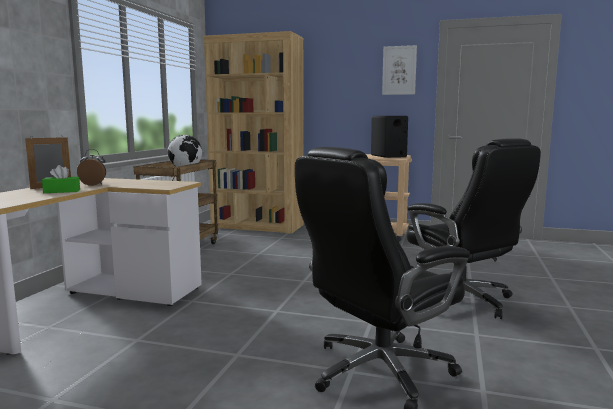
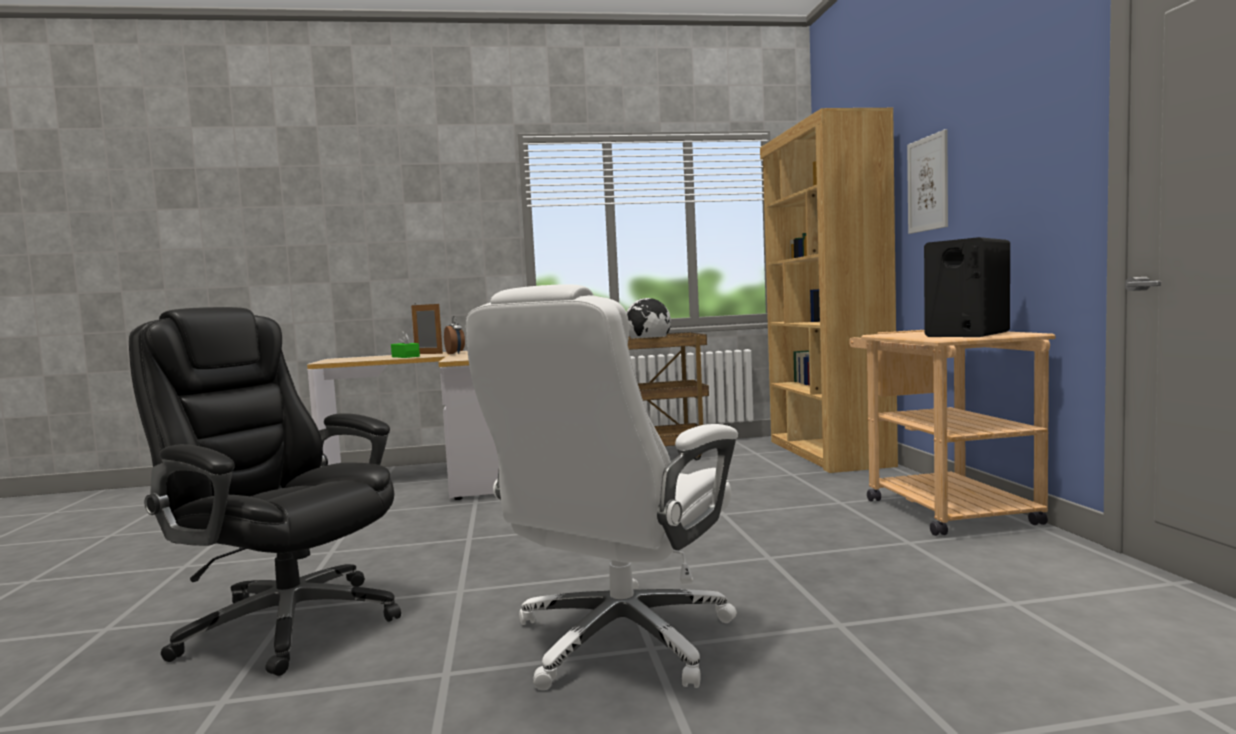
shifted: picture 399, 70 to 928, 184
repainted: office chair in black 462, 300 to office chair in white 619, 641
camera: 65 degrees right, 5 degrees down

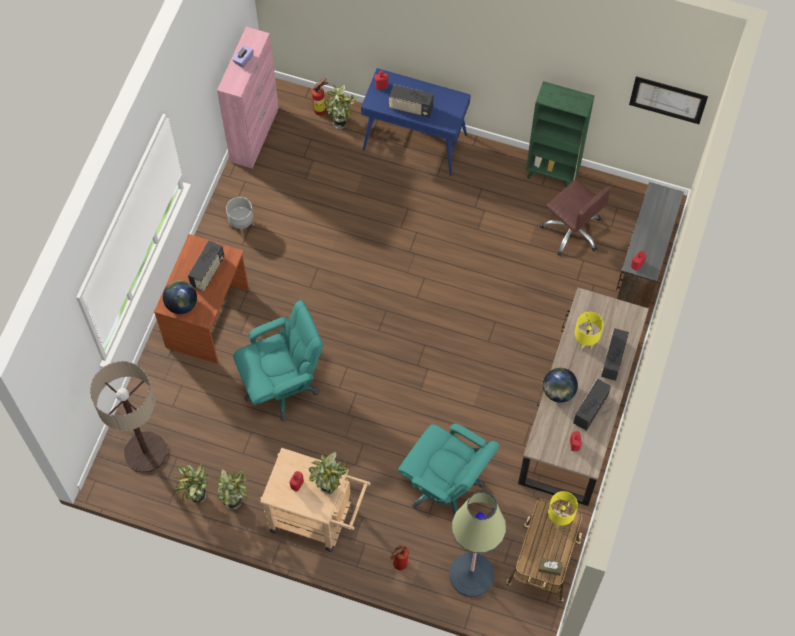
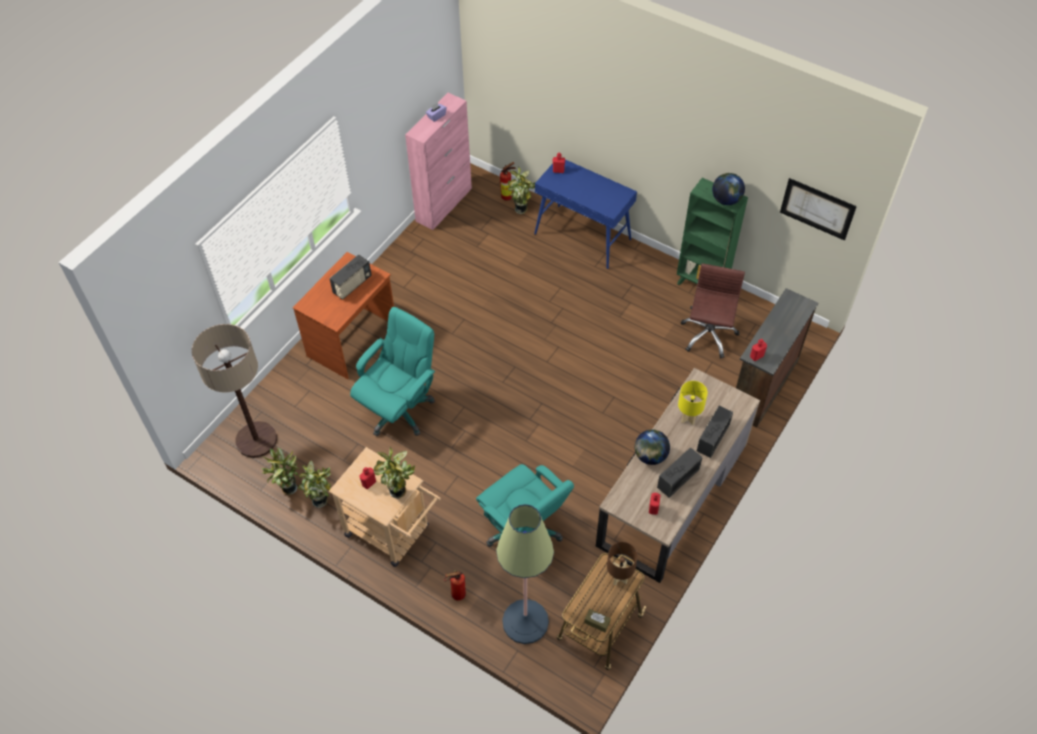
gone: planter in grey 242, 225; radio 411, 108
shifted: globe 182, 304 to 726, 200
repainted: table lamp in yellow 558, 520 to table lamp in brown 618, 578
rotated: office chair in turquoise 282, 385 = 399, 409 45 degrees counterclockwise; office chair in brown 572, 230 = 708, 335 135 degrees counterclockwise
camera: 15 degrees right, 10 degrees down

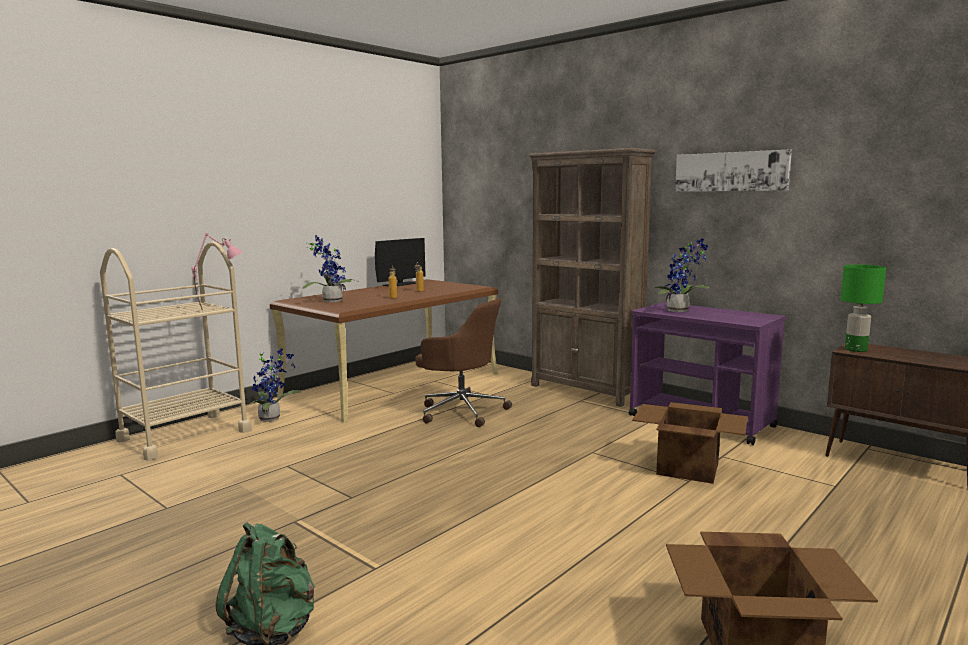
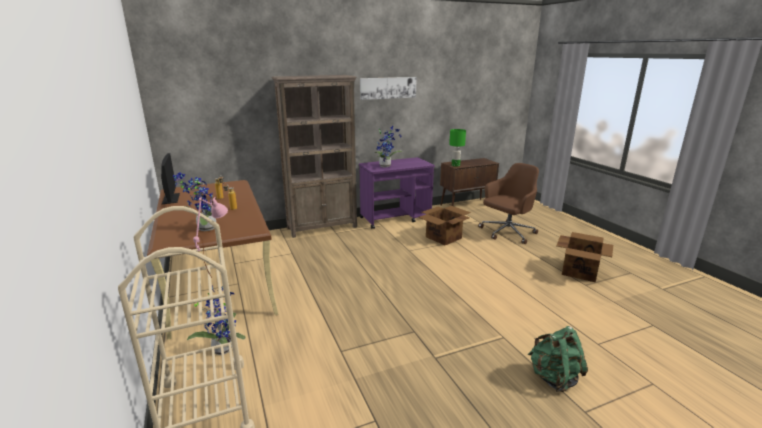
shifted: office chair in brown 461, 411 to 507, 233
camera: 65 degrees left, 10 degrees up

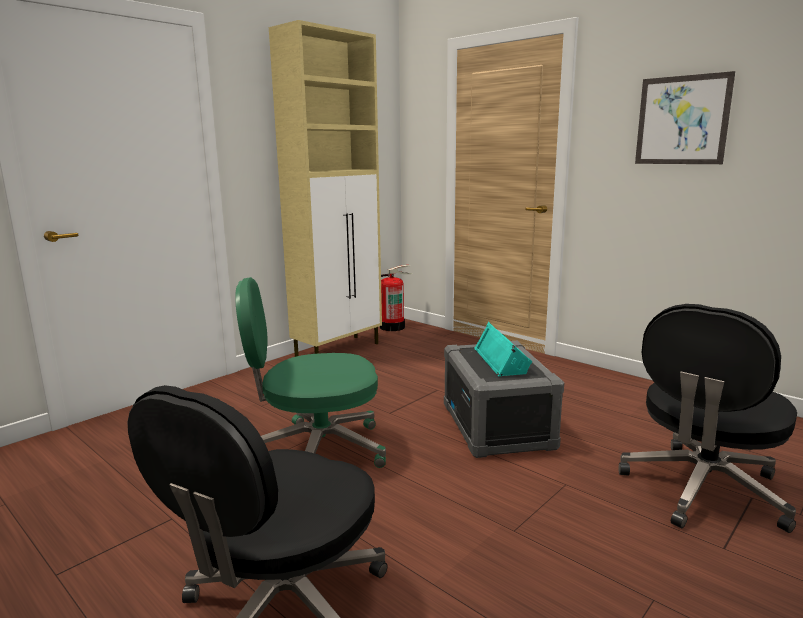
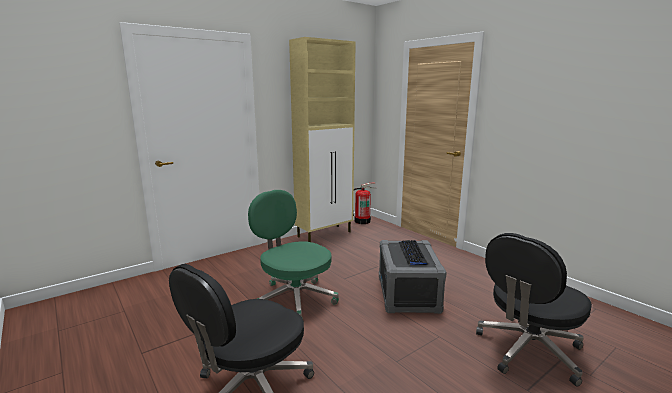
gone: picture 682, 120
swapped: speaker in turquoise 502, 360 to keyboard 412, 253
rotated: office chair in green 316, 451 = 294, 298 45 degrees clockwise
camera: 10 degrees right, 0 degrees up

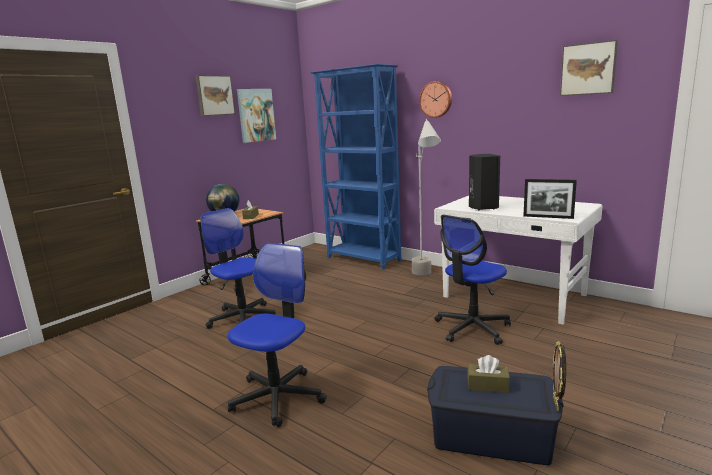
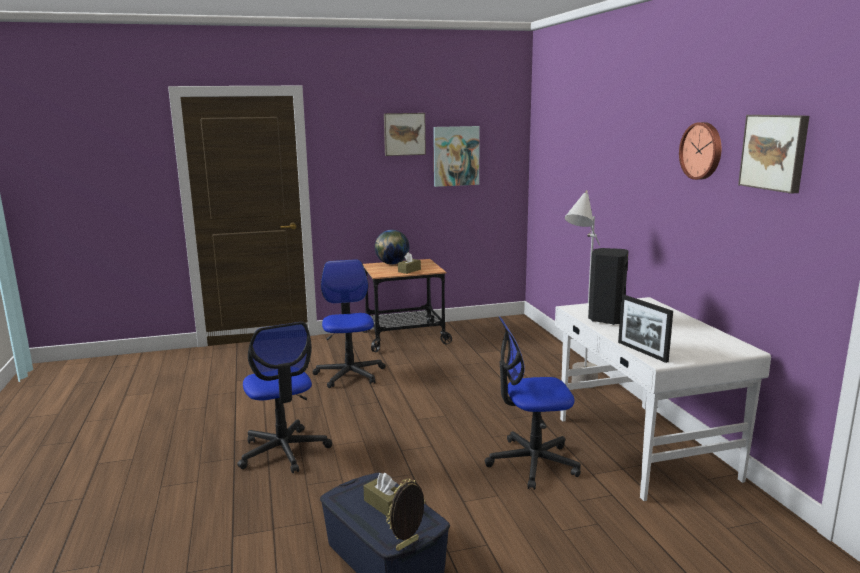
gone: bookcase in blue 363, 259
shifted: wall clock 436, 99 to 702, 151
rotated: office chair 277, 397 = 283, 451 90 degrees clockwise
camera: 35 degrees right, 0 degrees up

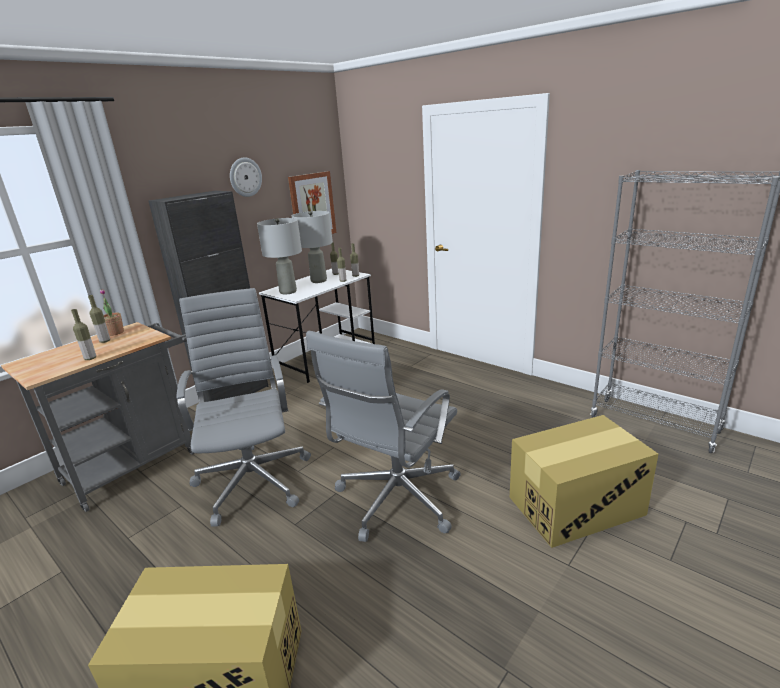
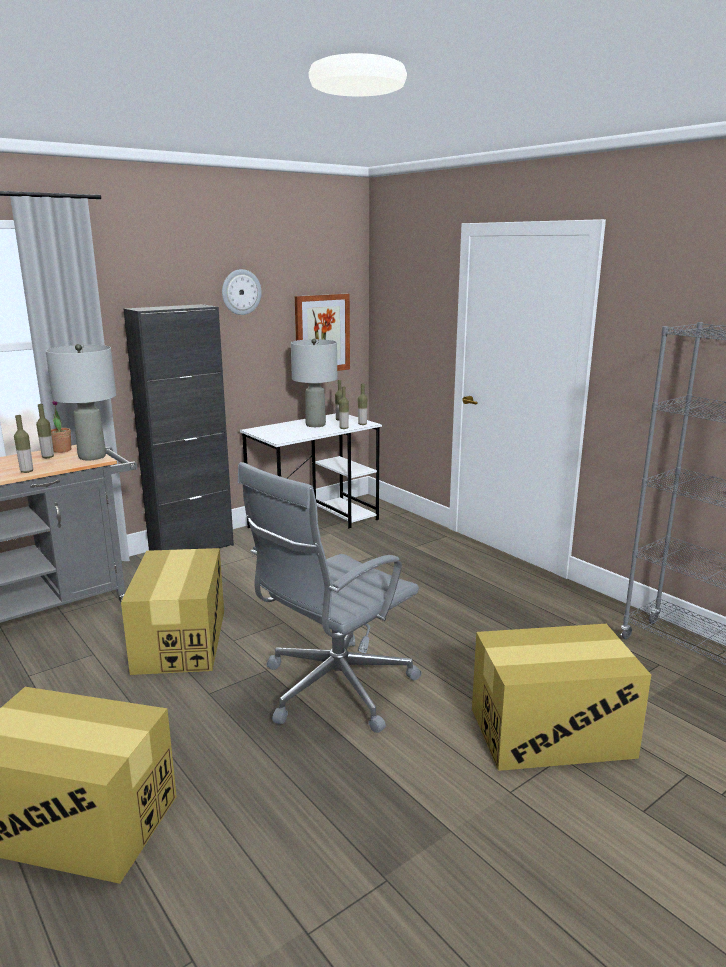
shifted: table lamp in grey 288, 291 to 92, 456
swapped: office chair in grey 253, 479 to cardboard box 180, 640
camera: 10 degrees right, 5 degrees down

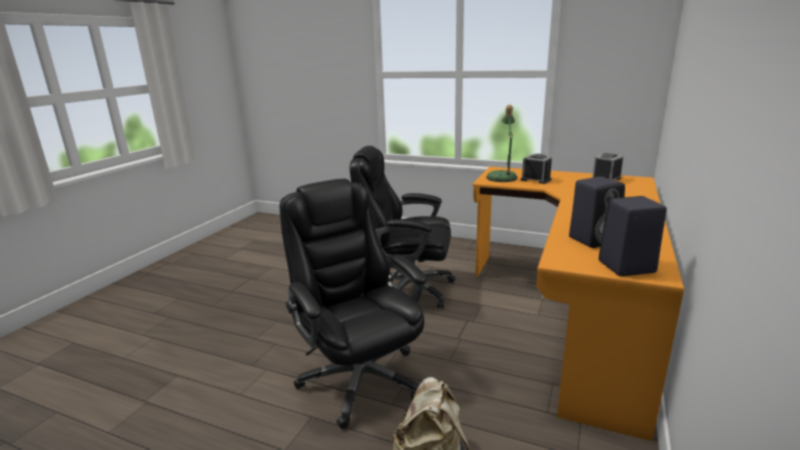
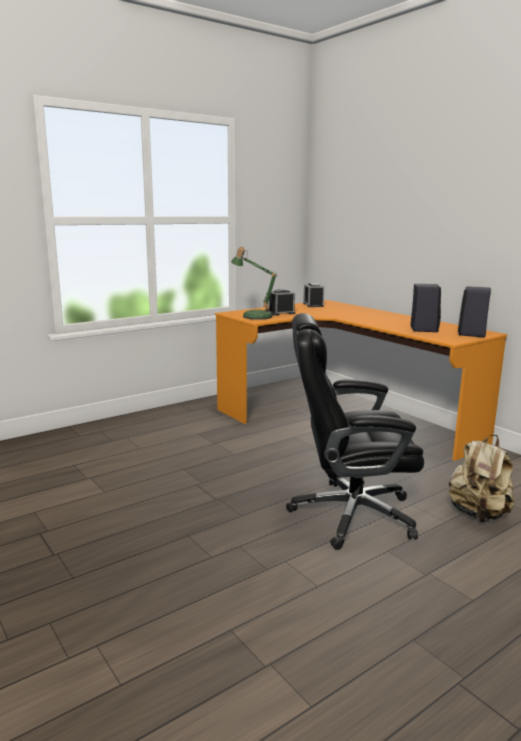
gone: office chair in black 407, 289
camera: 60 degrees left, 5 degrees down

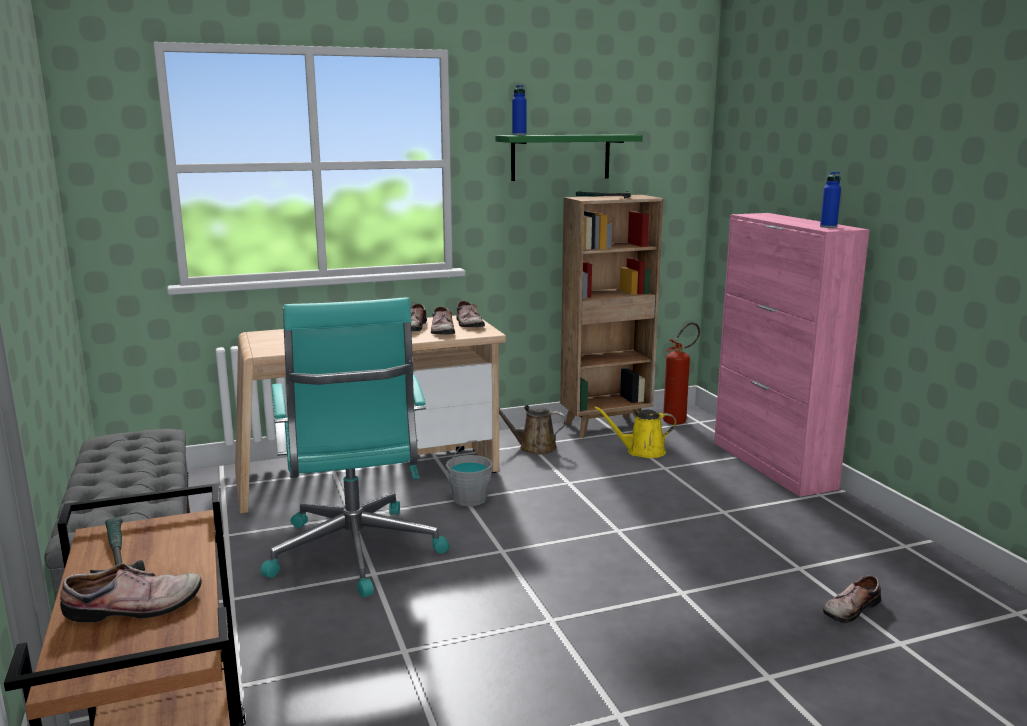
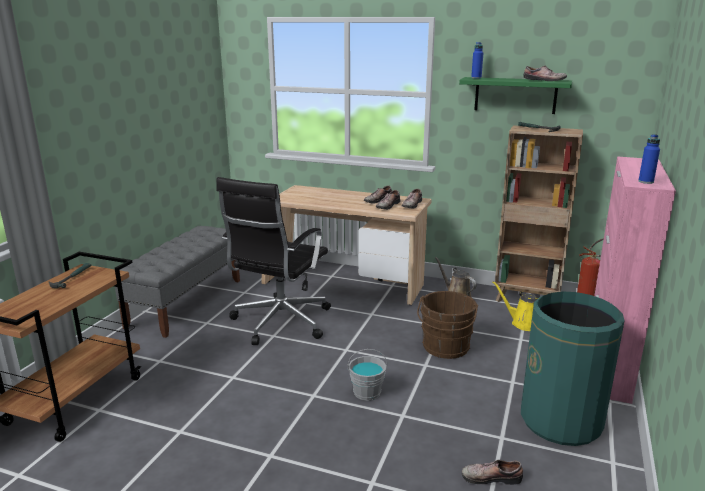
new: bucket in brown 445, 348; trash can in green 561, 421
shifted: shoe 134, 608 to 544, 80; bucket in grey 469, 499 to 367, 392
repainted: office chair in turquoise 355, 554 to office chair in black 279, 323
camera: 40 degrees right, 5 degrees up

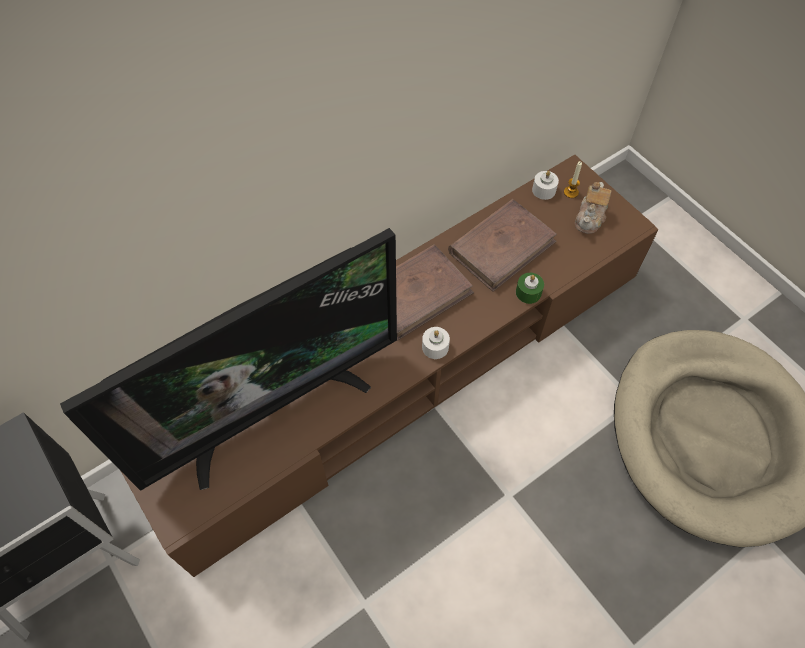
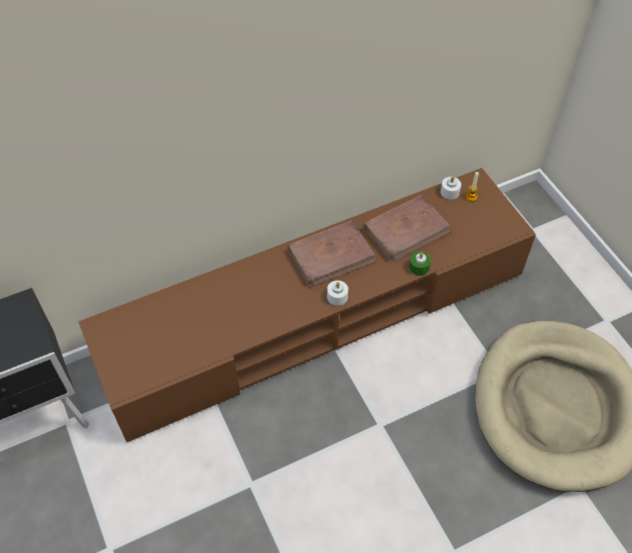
gone: television 272, 409; teapot 590, 217
camera: 10 degrees right, 5 degrees down

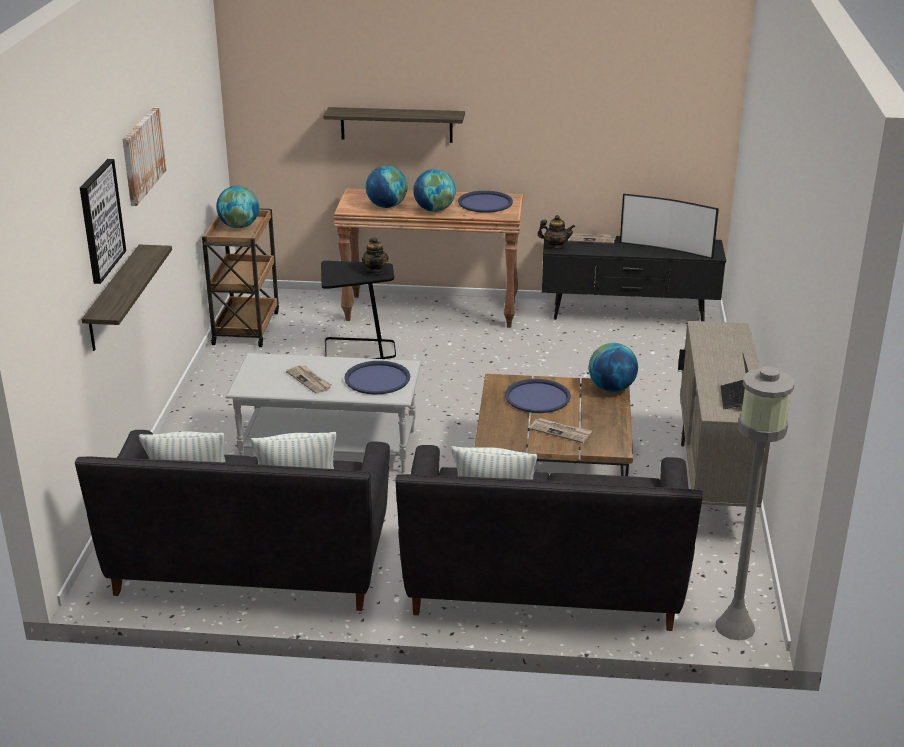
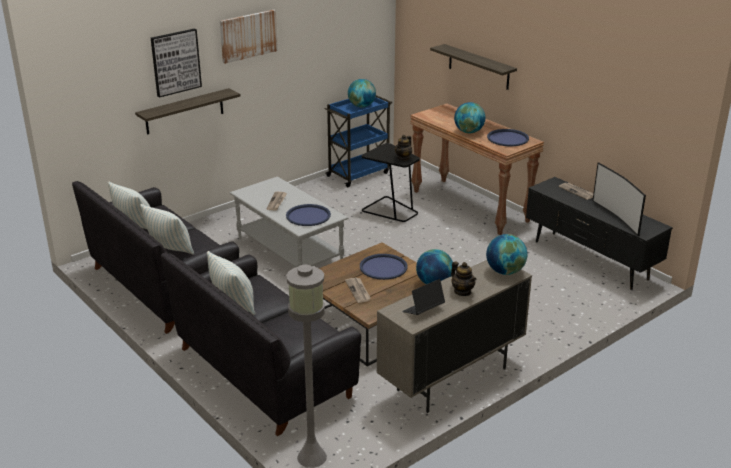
shifted: globe 386, 206 to 505, 271; teapot 555, 246 to 462, 292
repainted: cart in brown 246, 327 to cart in blue 358, 174
camera: 45 degrees right, 0 degrees up

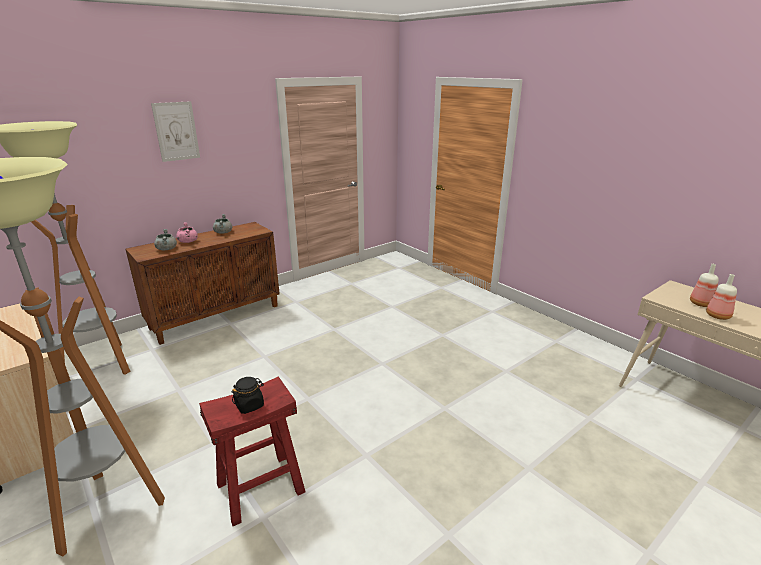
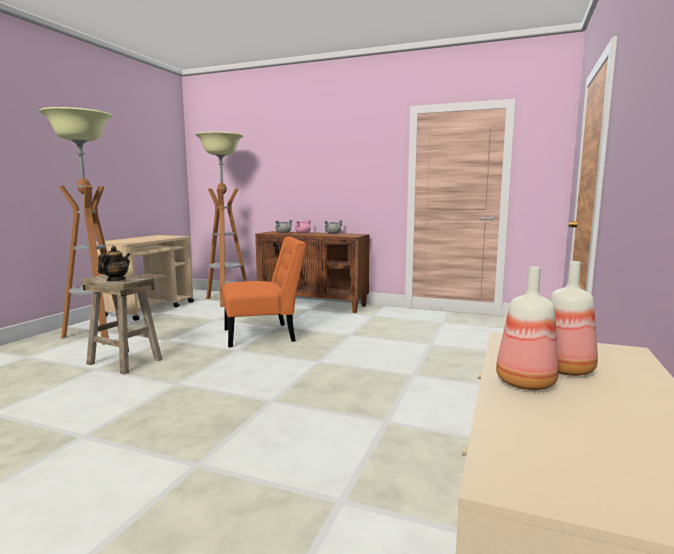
gone: picture 176, 131
new: chair in orange 264, 335
swapped: jar in black 249, 405 to teapot 116, 280
repainted: stool in red 260, 487 to stool in beige 125, 361
camera: 60 degrees right, 15 degrees down

